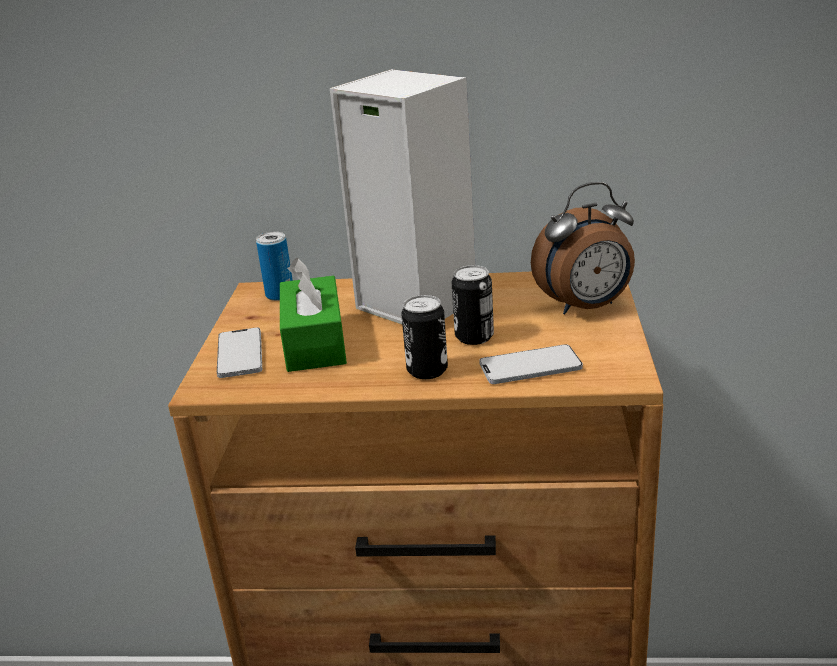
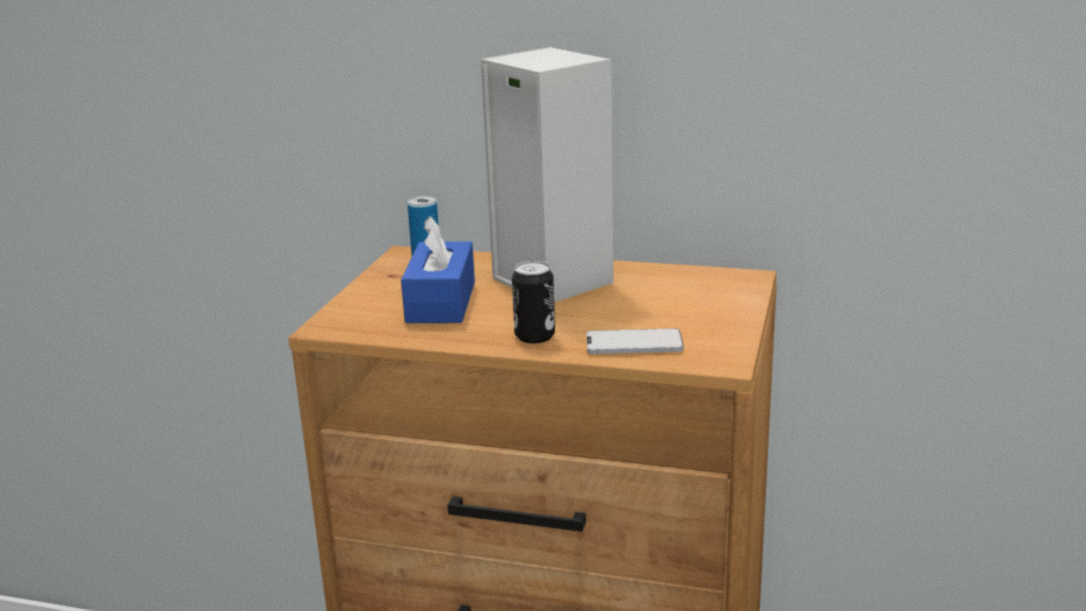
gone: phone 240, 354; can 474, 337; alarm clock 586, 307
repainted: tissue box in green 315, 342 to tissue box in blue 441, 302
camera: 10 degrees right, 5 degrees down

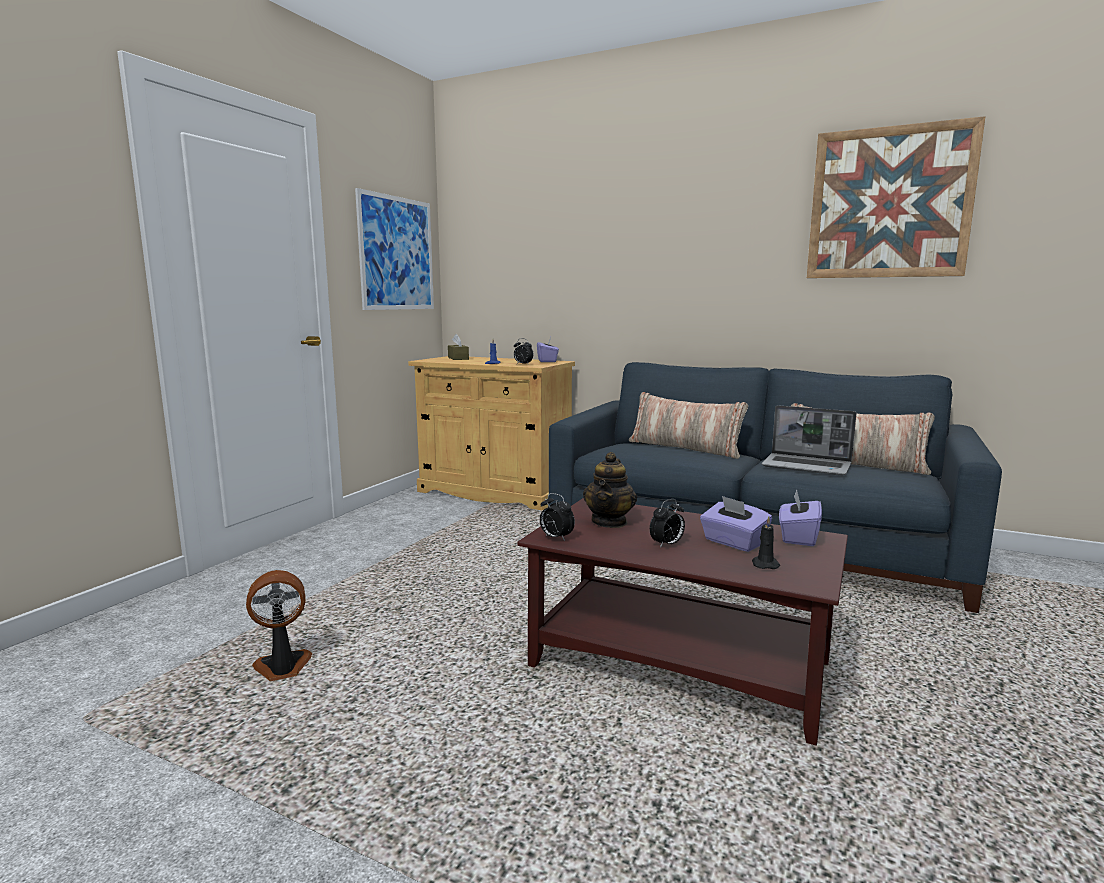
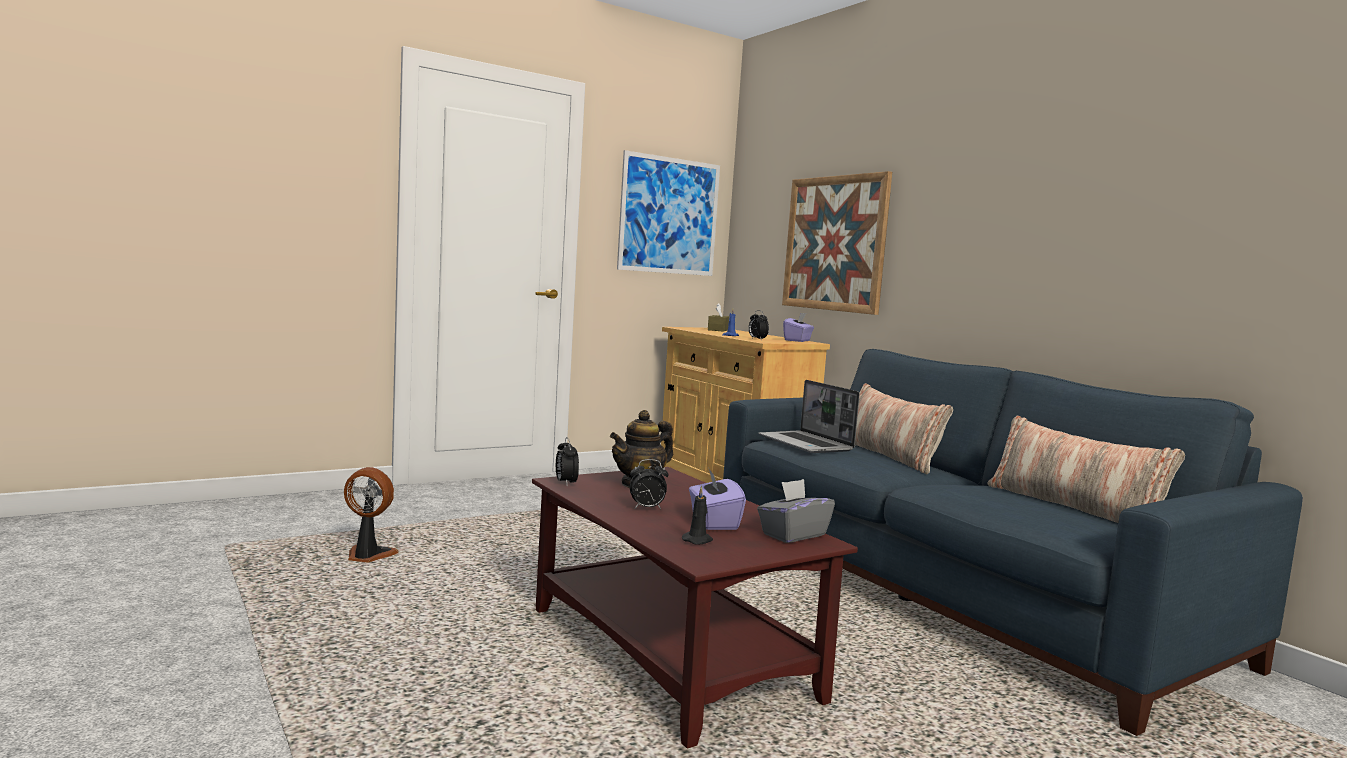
shifted: laptop 807, 466 to 806, 444; picture 889, 203 to 834, 243
repainted: tissue box in purple 798, 537 to tissue box in grey 793, 535
camera: 30 degrees right, 5 degrees down

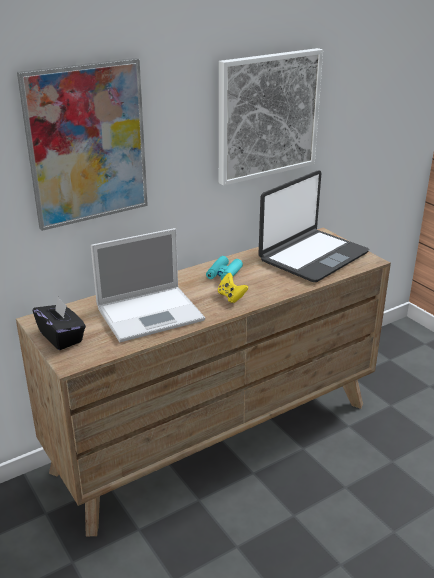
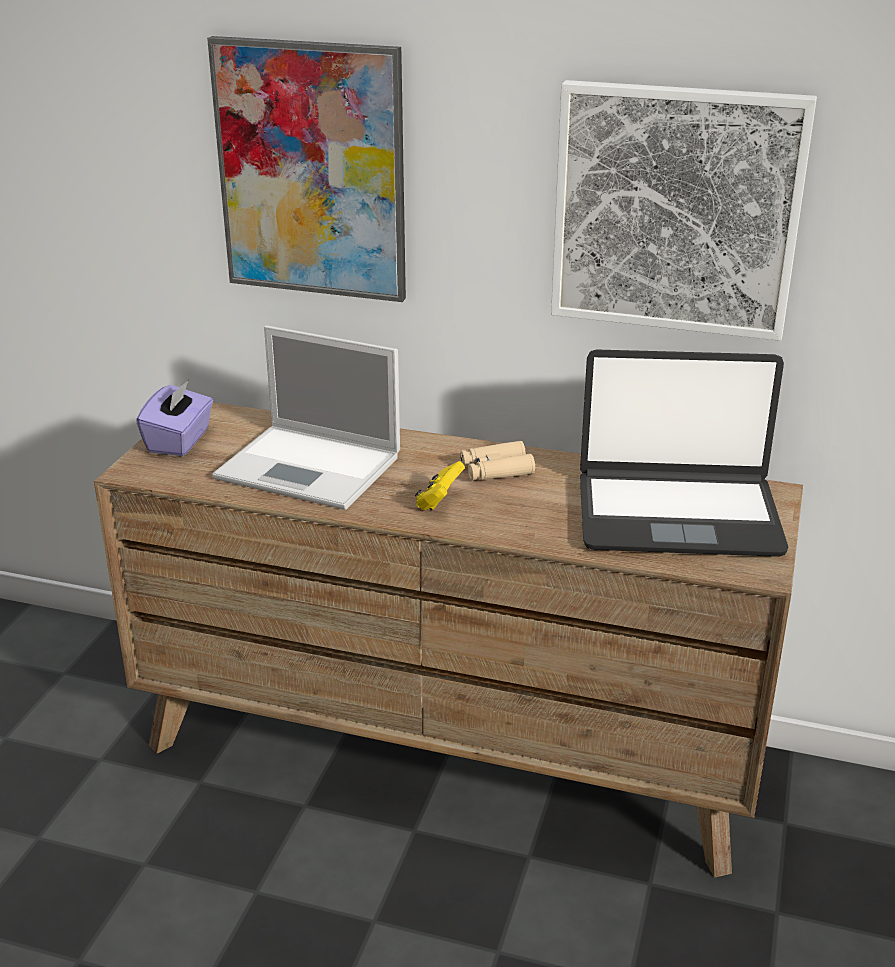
repainted: tissue box in black 61, 337 to tissue box in purple 179, 441; binoculars in turquoise 224, 274 to binoculars in beige 496, 470
camera: 50 degrees right, 0 degrees up

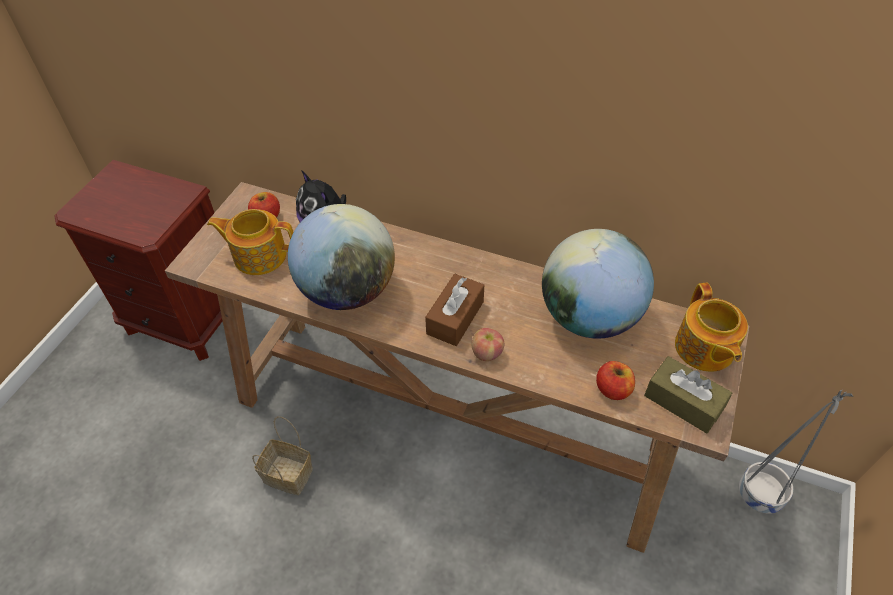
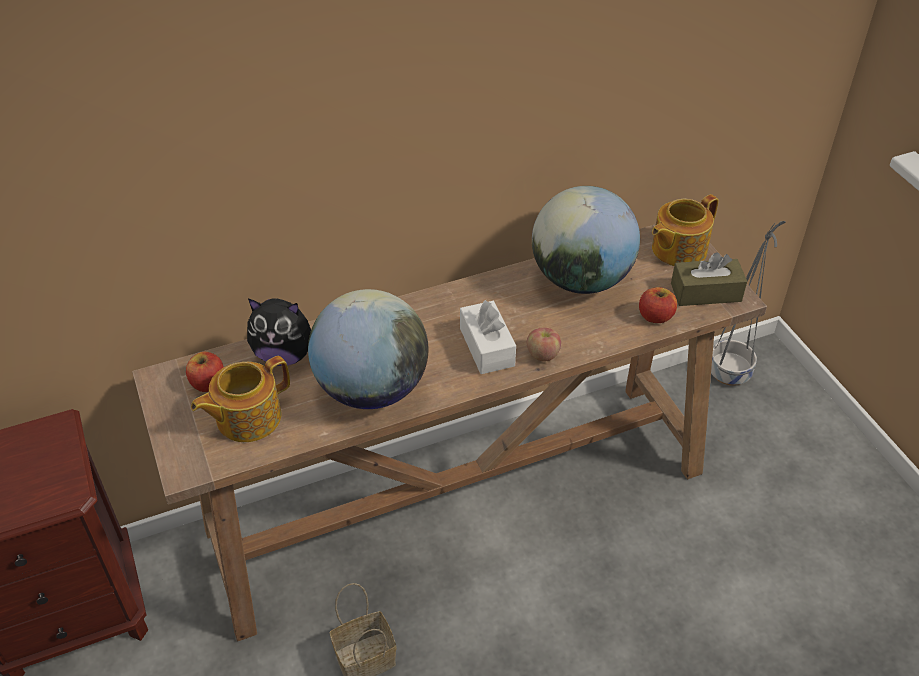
repainted: tissue box in brown 455, 317 to tissue box in white 487, 347
rotated: teapot 704, 349 = 677, 249 105 degrees clockwise
camera: 45 degrees left, 5 degrees down

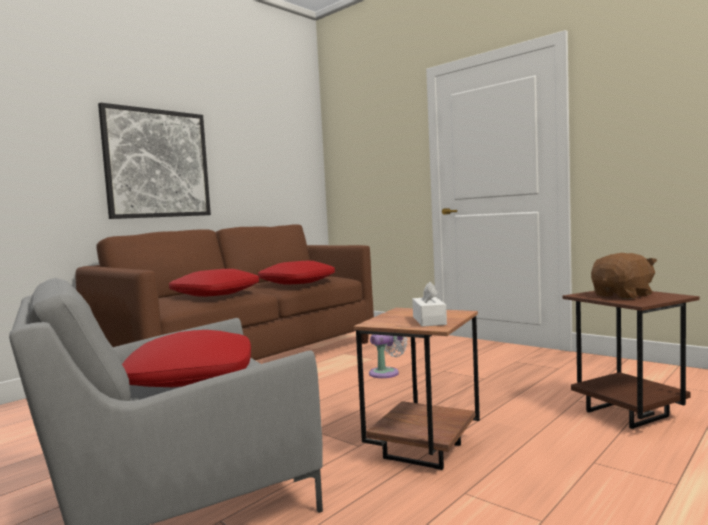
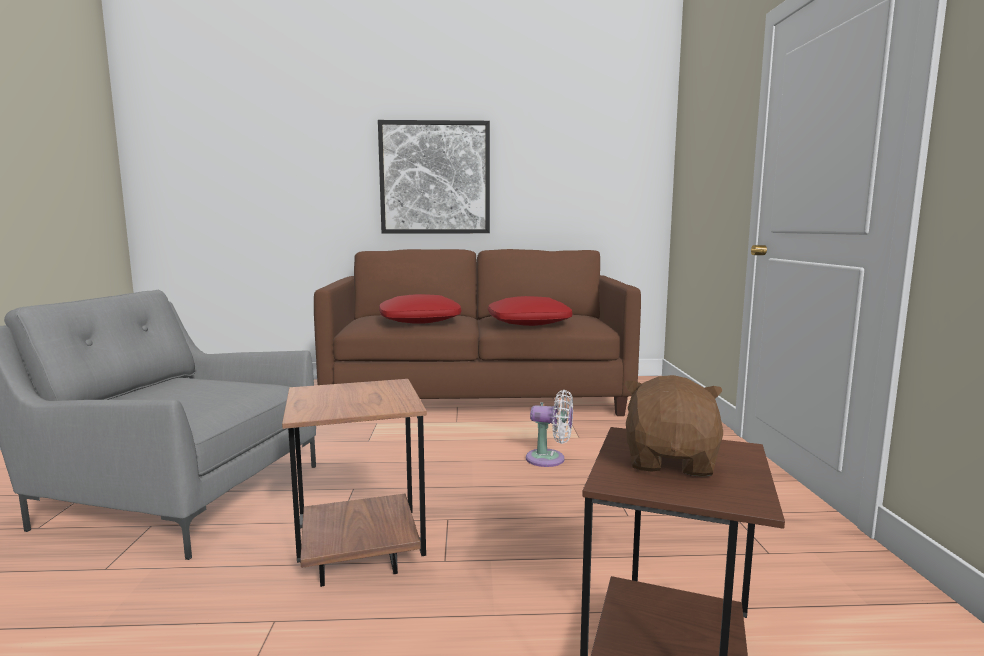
gone: pillow in red 192, 376; tissue box in white 429, 321
rotated: plush toy in brown 623, 295 = 671, 461 90 degrees counterclockwise
camera: 45 degrees right, 5 degrees up

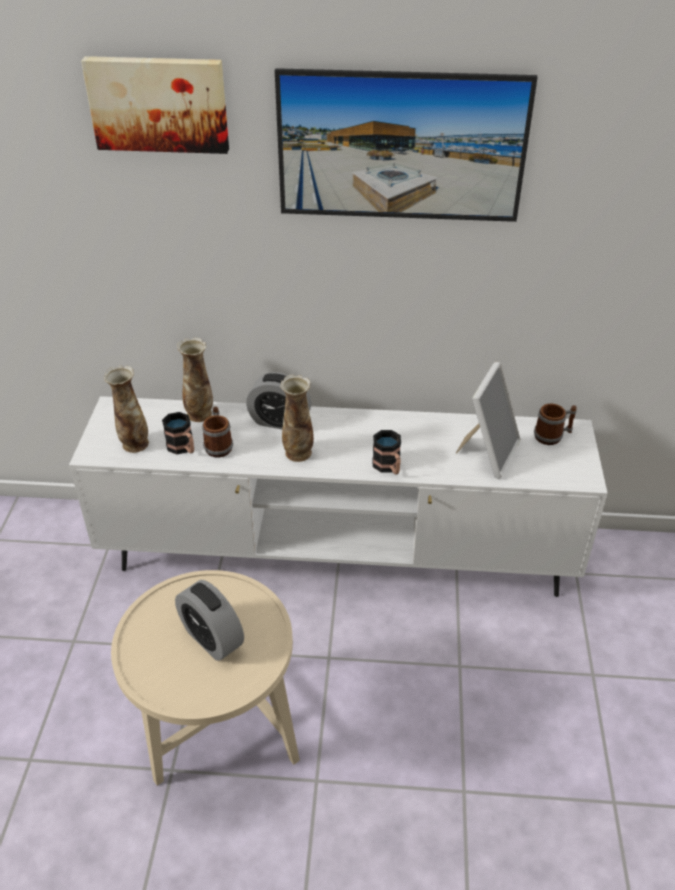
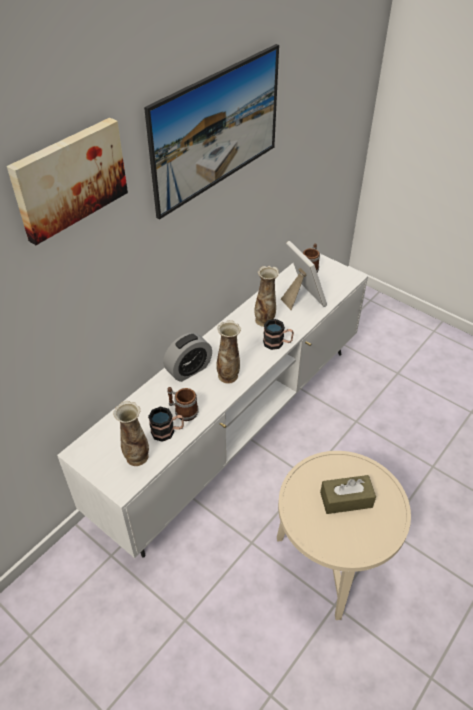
shifted: vase 200, 414 to 265, 320
swapped: alarm clock 212, 638 to tissue box in brown 346, 500
camera: 55 degrees left, 5 degrees up

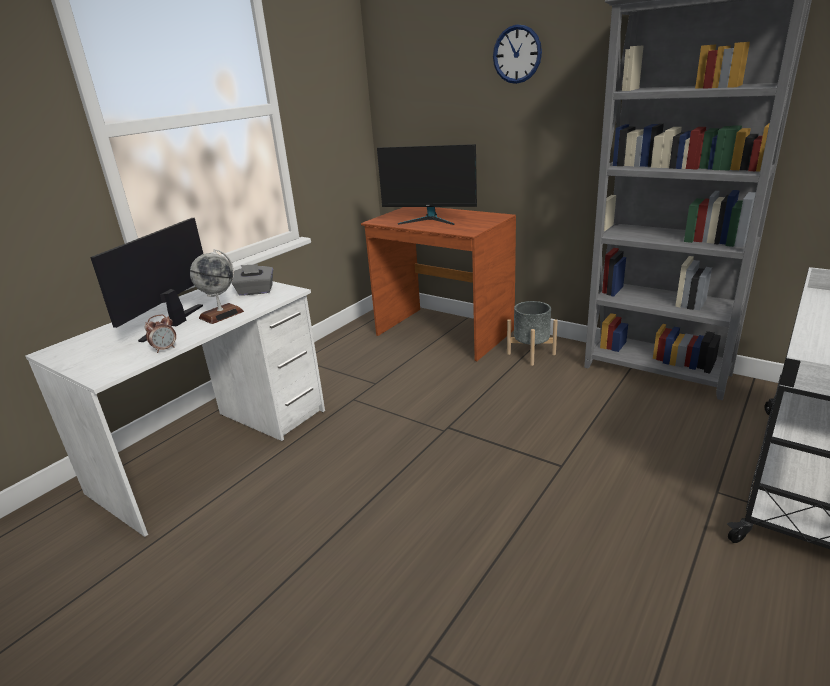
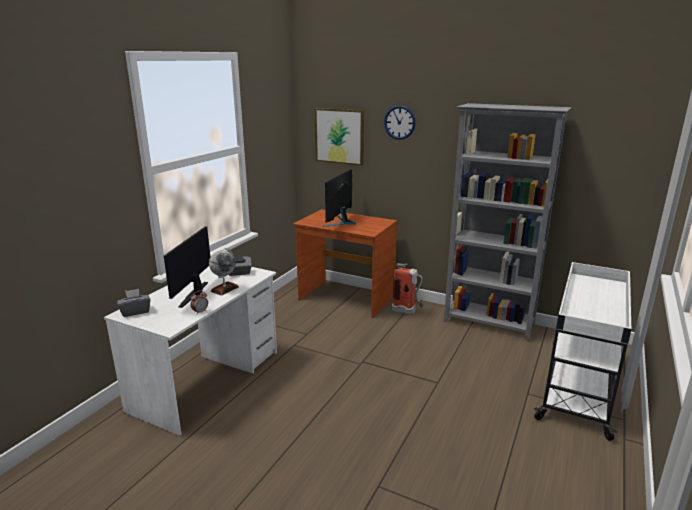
new: tissue box in grey 135, 312; picture 339, 136
swapped: planter in grey 531, 354 to fire extinguisher 408, 312
rotated: monitor 430, 220 = 341, 222 105 degrees clockwise
camera: 10 degrees left, 5 degrees down

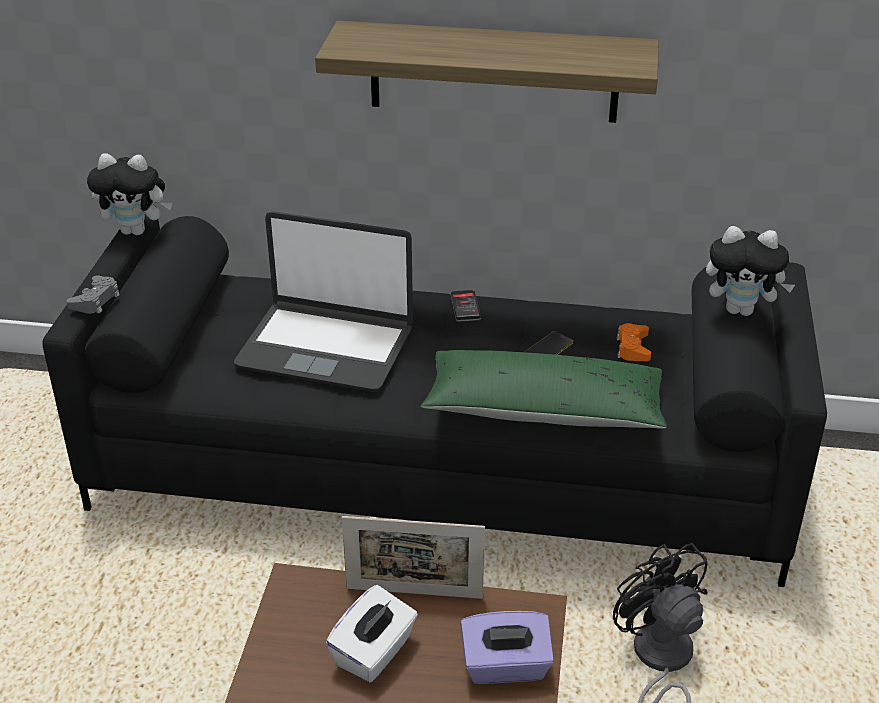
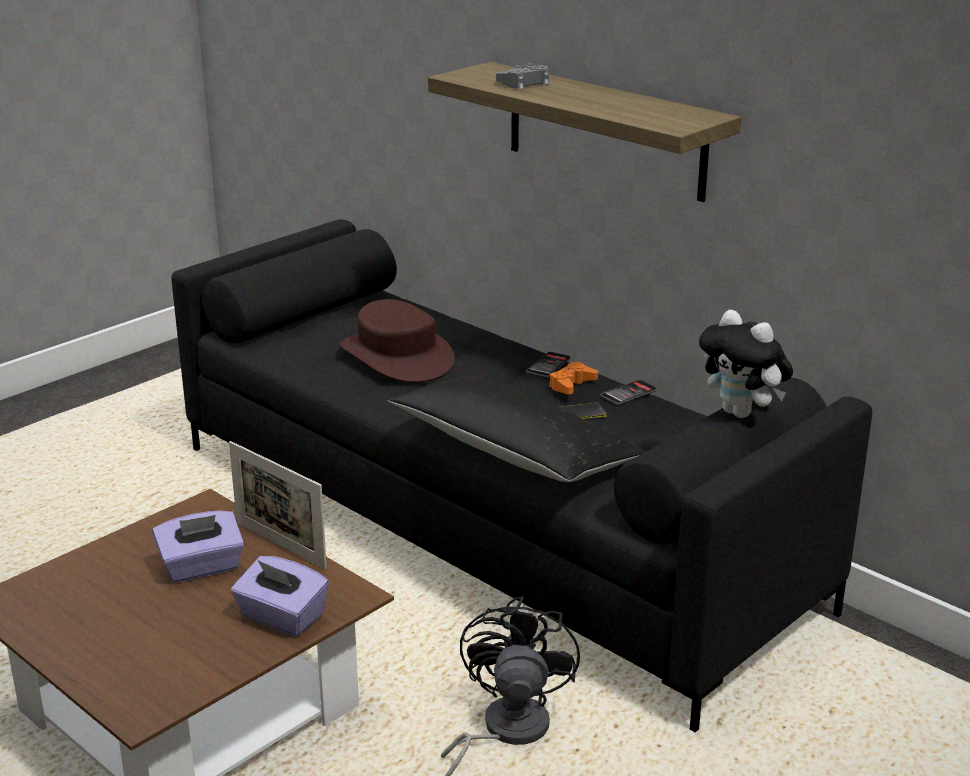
gone: plush toy 136, 230
new: phone 628, 393
shifted: game controller in grey 95, 300 to 524, 83; game controller in orange 633, 348 to 571, 384
swapped: laptop 326, 347 to hat in brown 397, 356
repainted: tissue box in white 374, 653 to tissue box in purple 202, 567; pillow in green 544, 410 to pillow in black 514, 452
camera: 35 degrees right, 10 degrees down

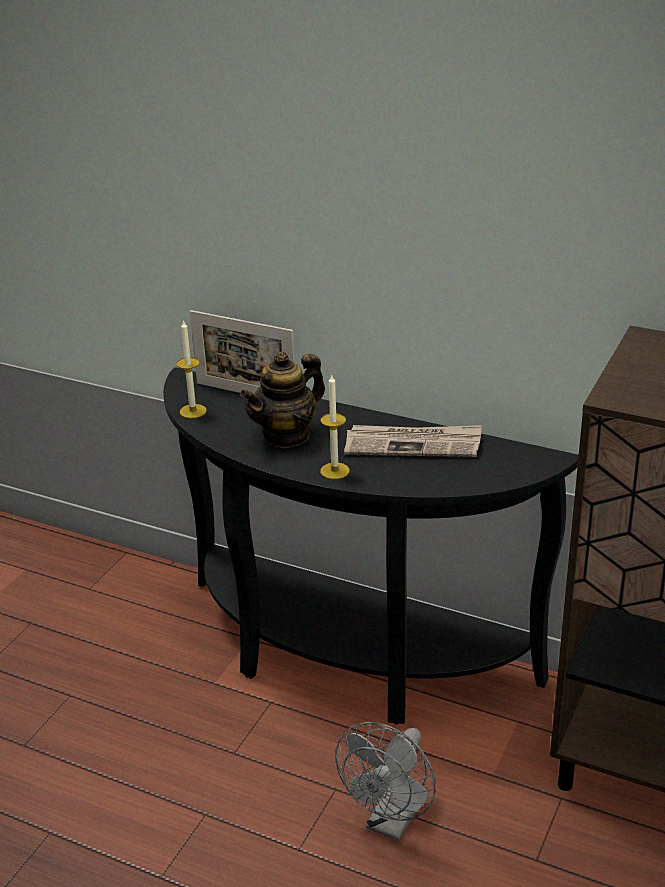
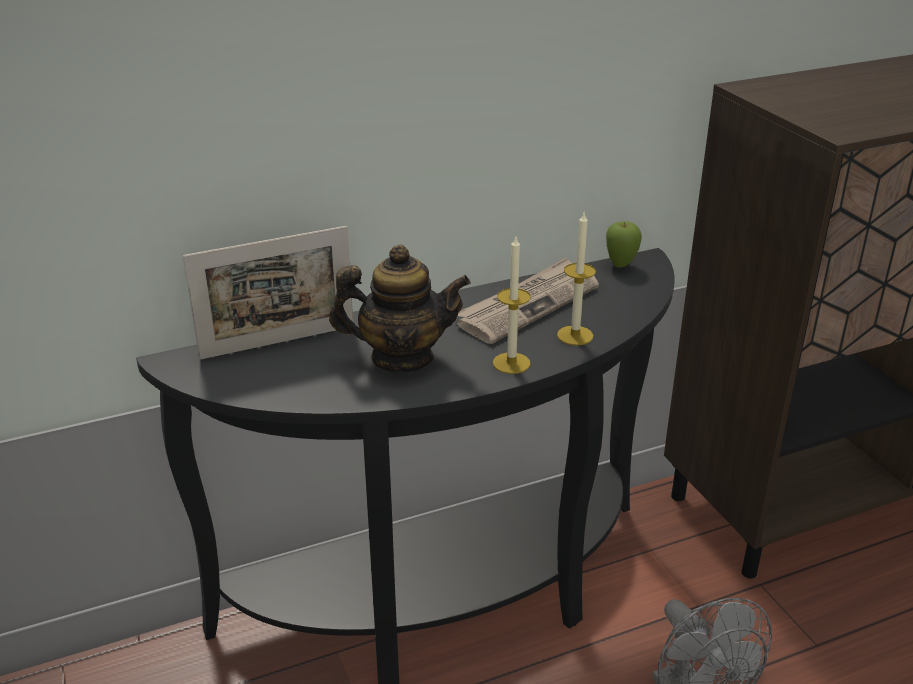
new: apple 621, 265
shifted: candle 193, 411 to 575, 335
rotated: teapot 286, 435 = 401, 357 90 degrees counterclockwise
camera: 50 degrees left, 0 degrees up

